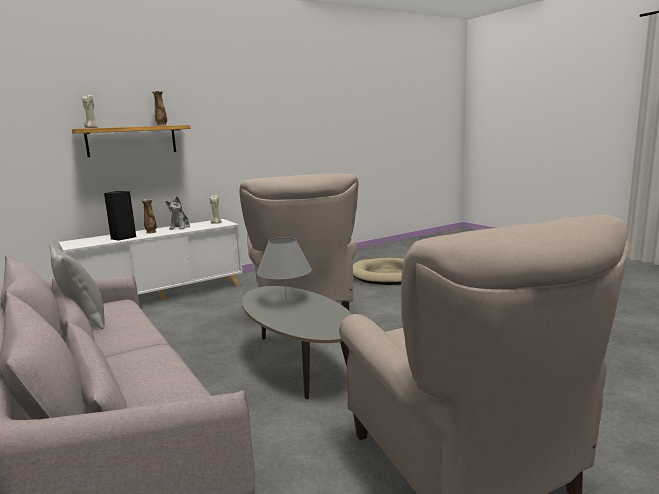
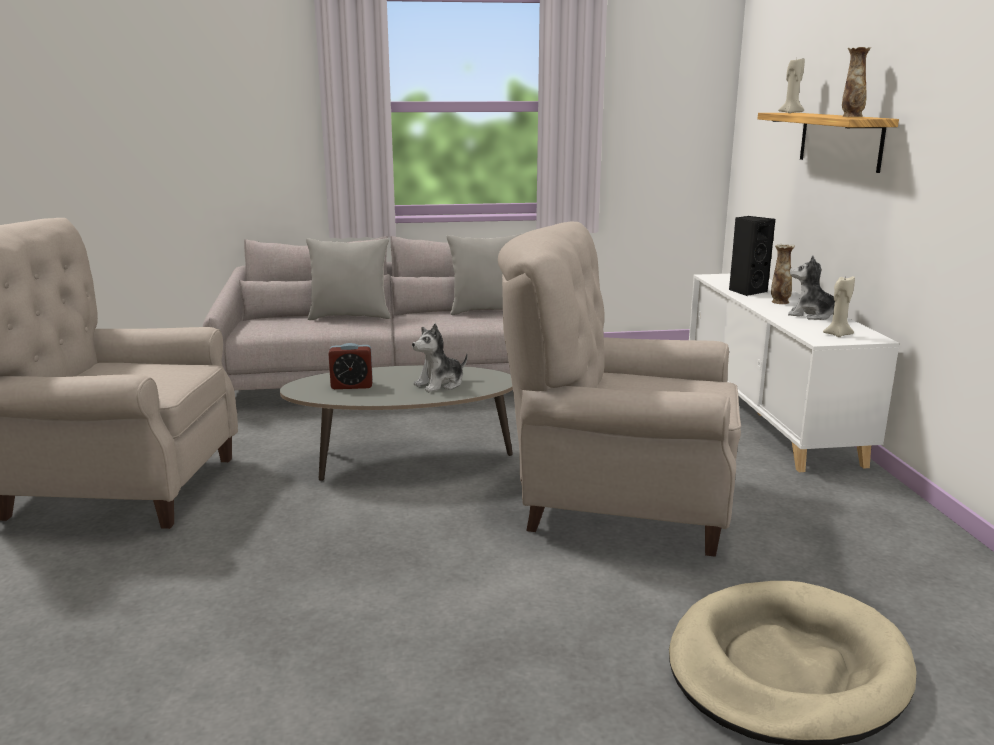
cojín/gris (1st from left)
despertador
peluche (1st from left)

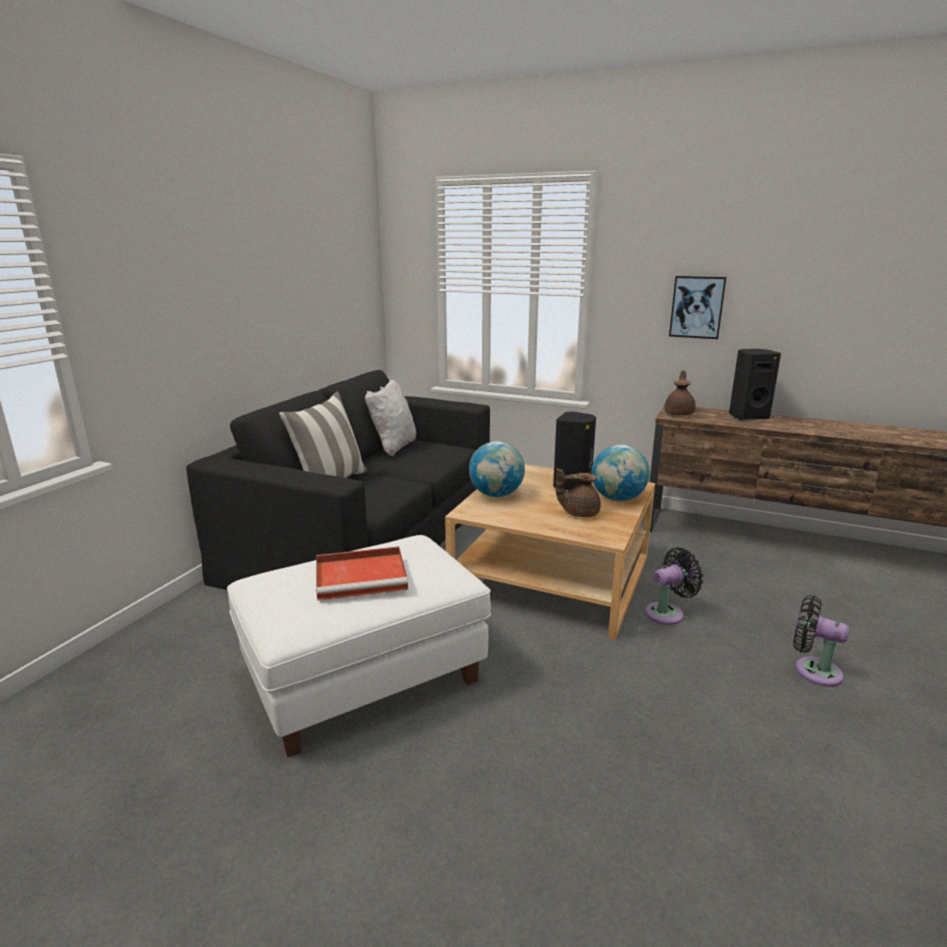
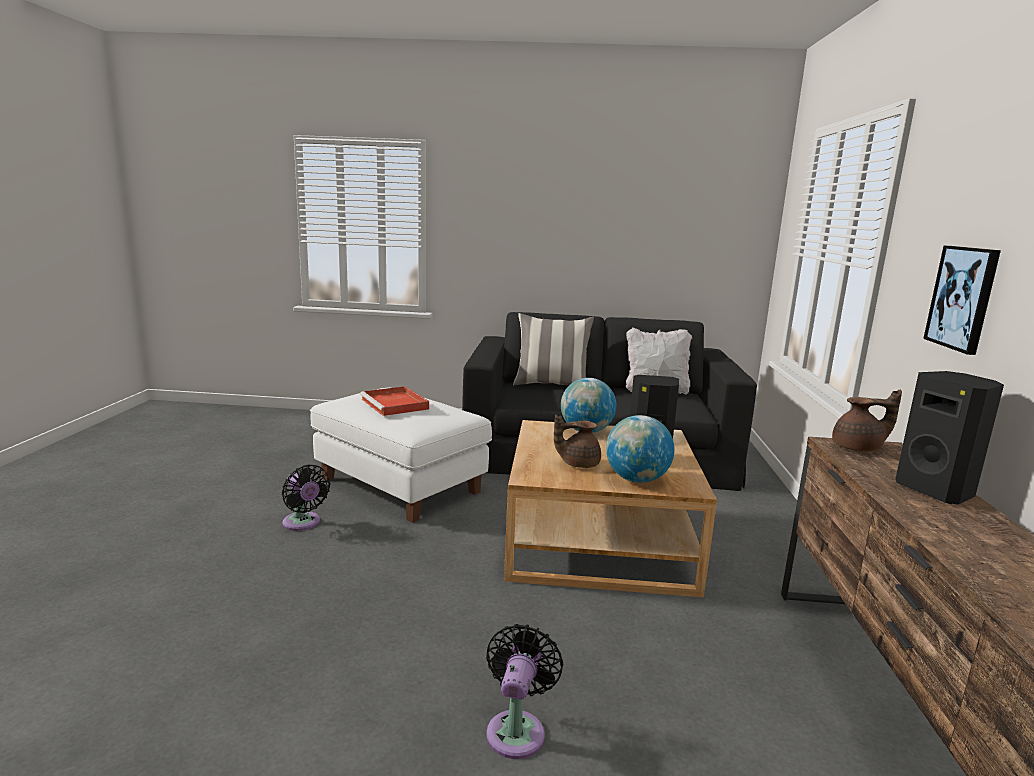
ventilador/negro (1st from left)
tetera/marrón (1st from left)

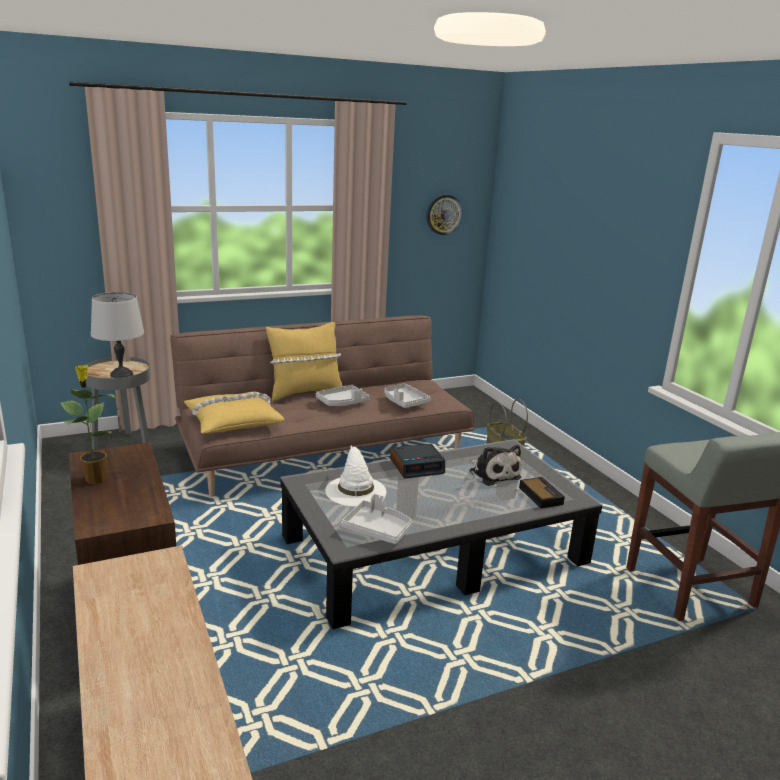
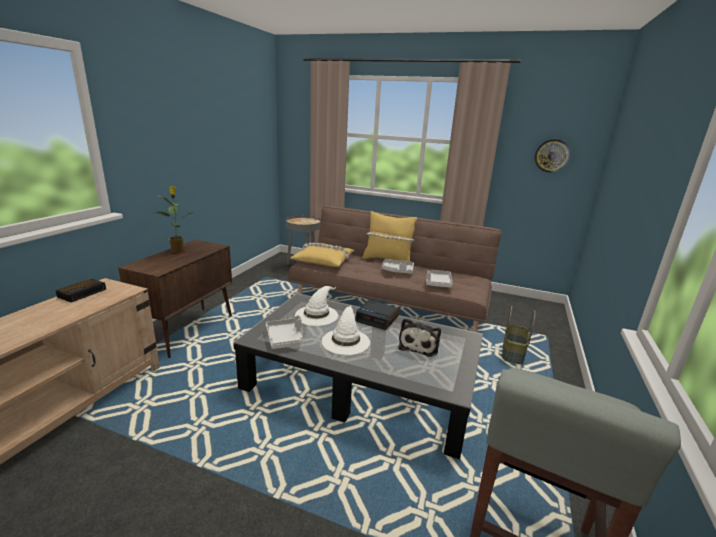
despertador (1st from left)
sombrero/blanco (2nd from left)
lámpara de mesa/gris

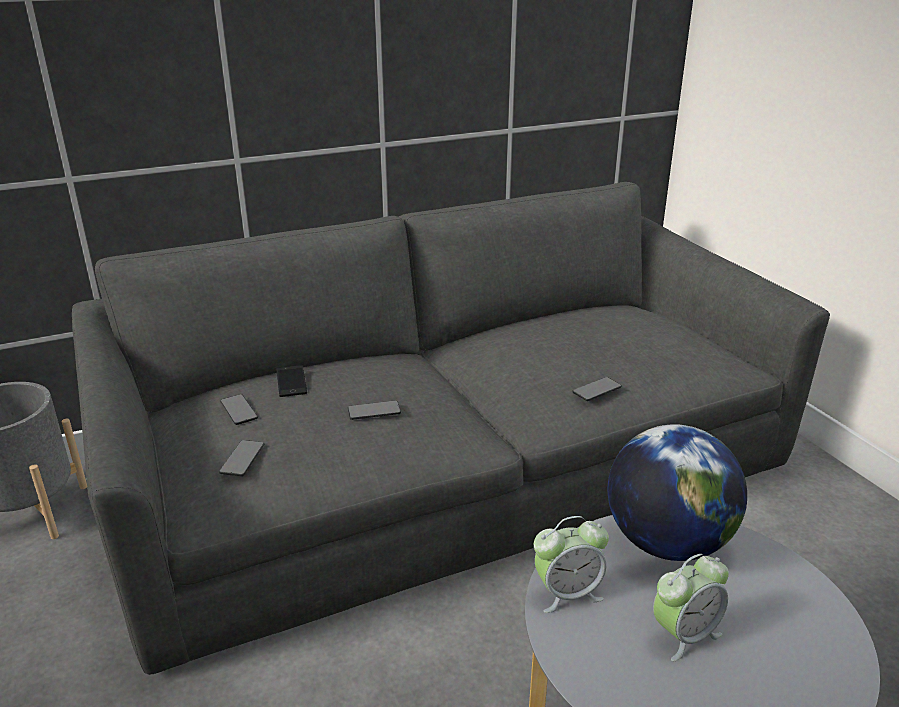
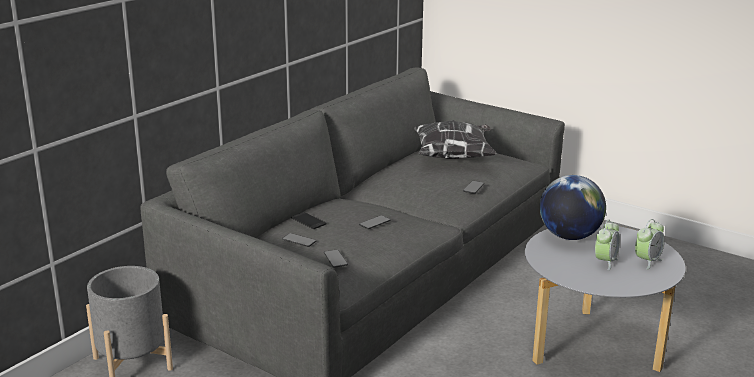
cojín
despertador (2nd from left)

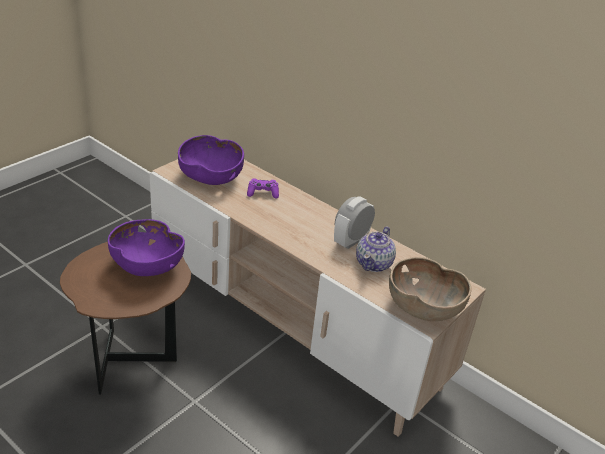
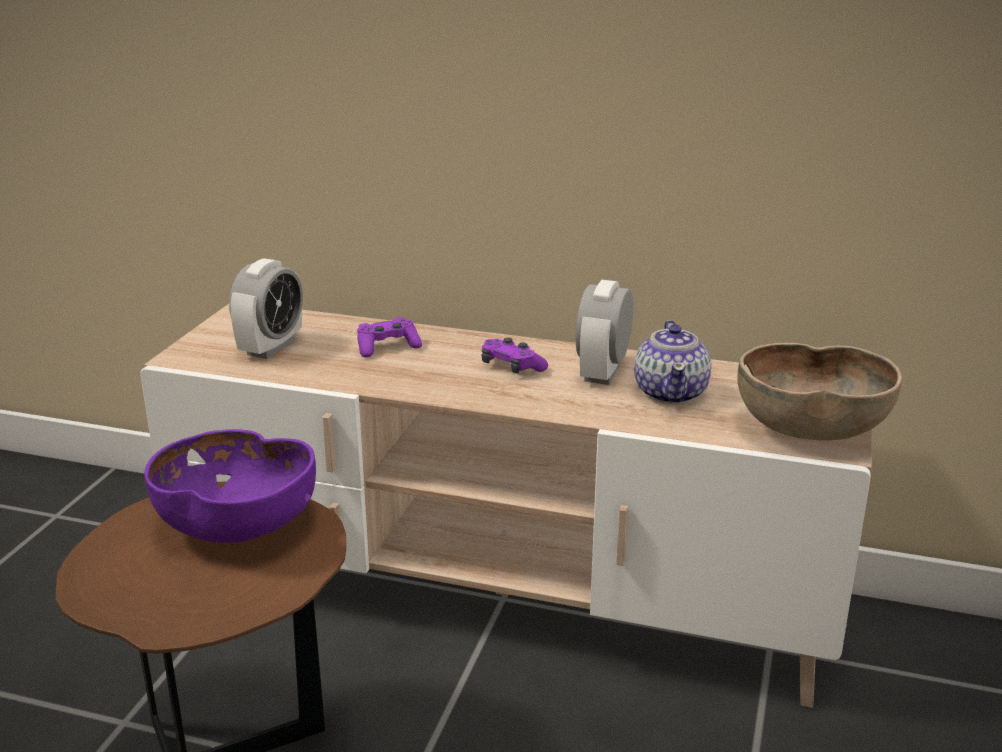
despertador (1st from left)
mando de consola/morado (2nd from left)

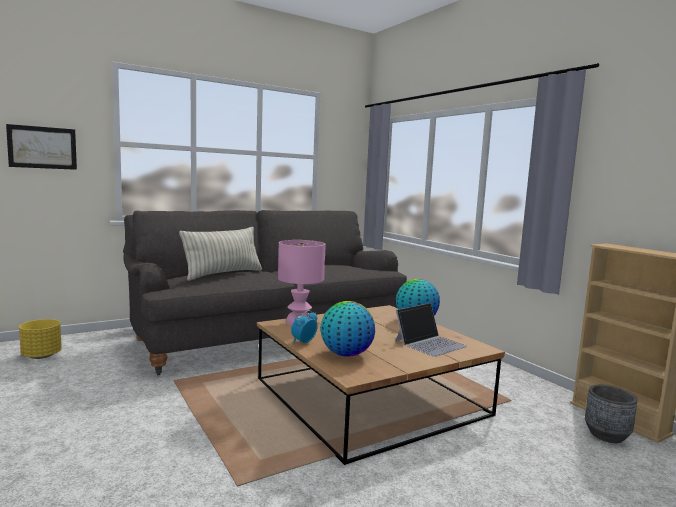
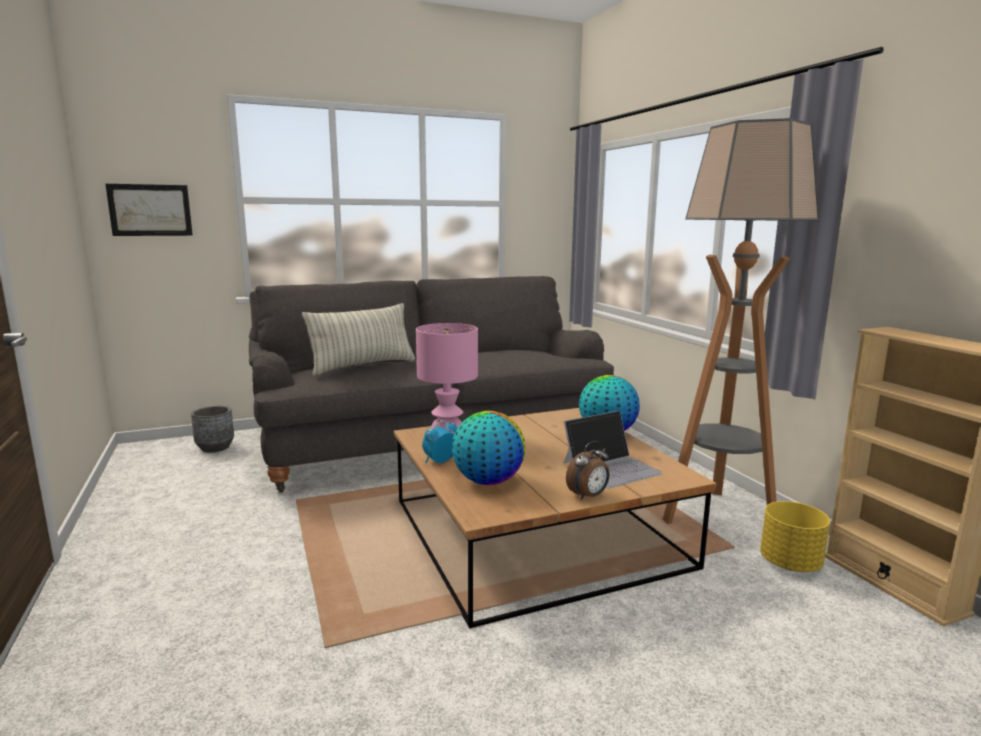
maceta/gris
despertador (2nd from left)
lámpara de pie
maceta/amarillo

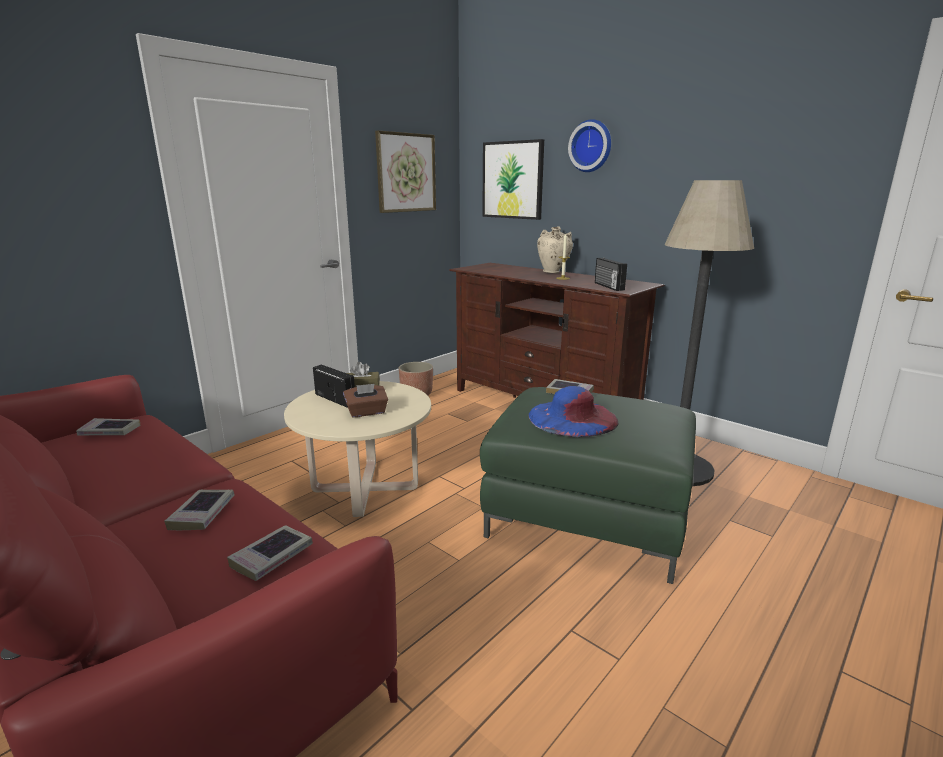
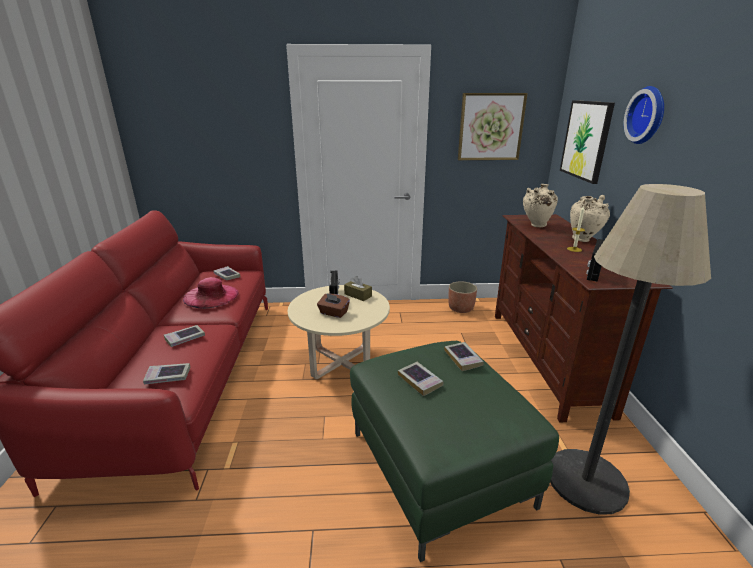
sombrero/rosa
libro (4th from left)
florero/beis (1st from left)

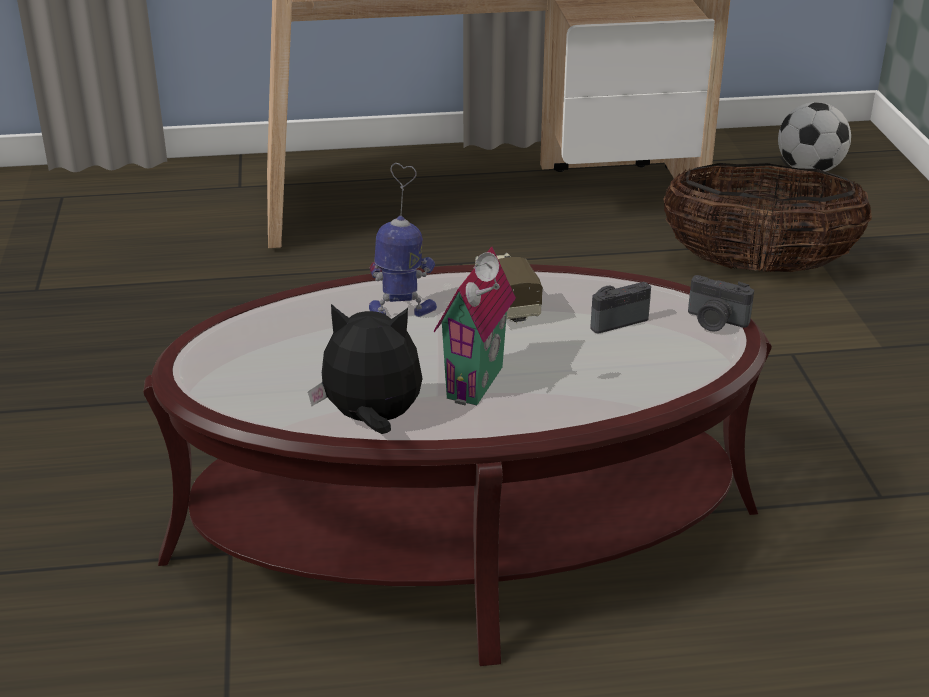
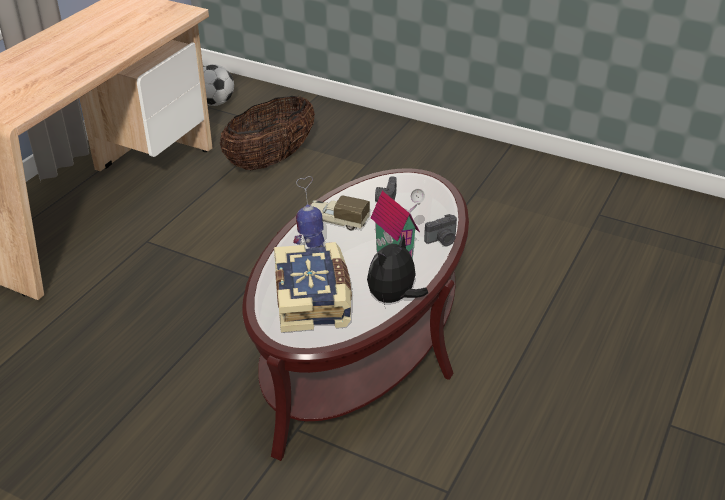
libro
cámara (2nd from left)

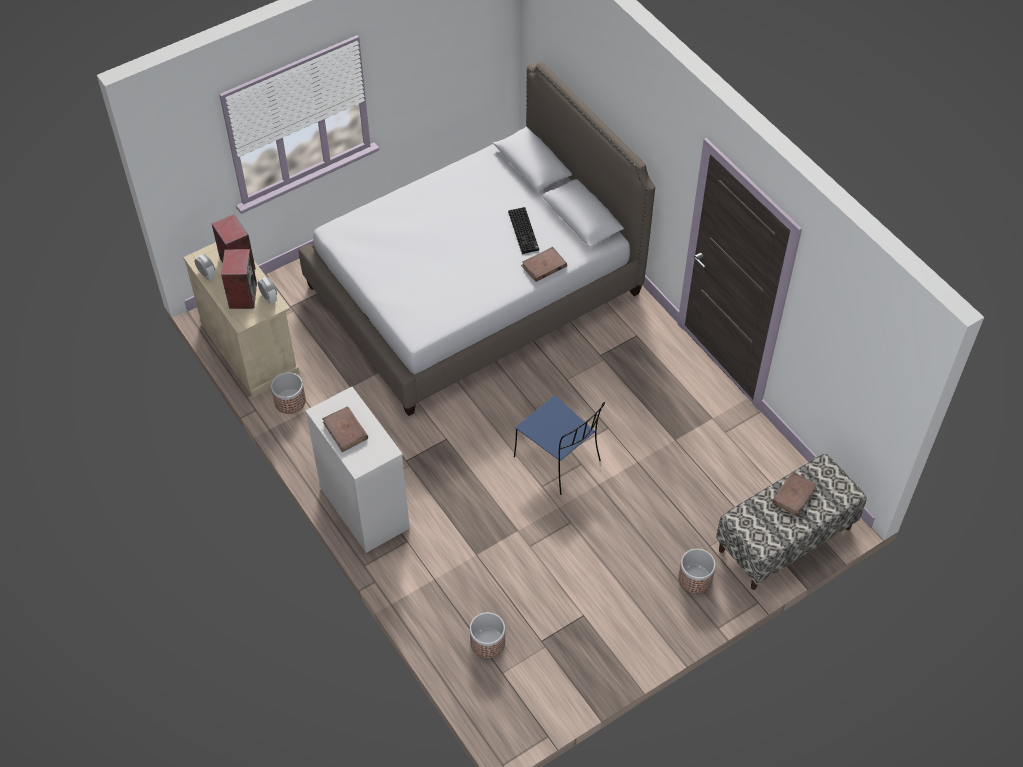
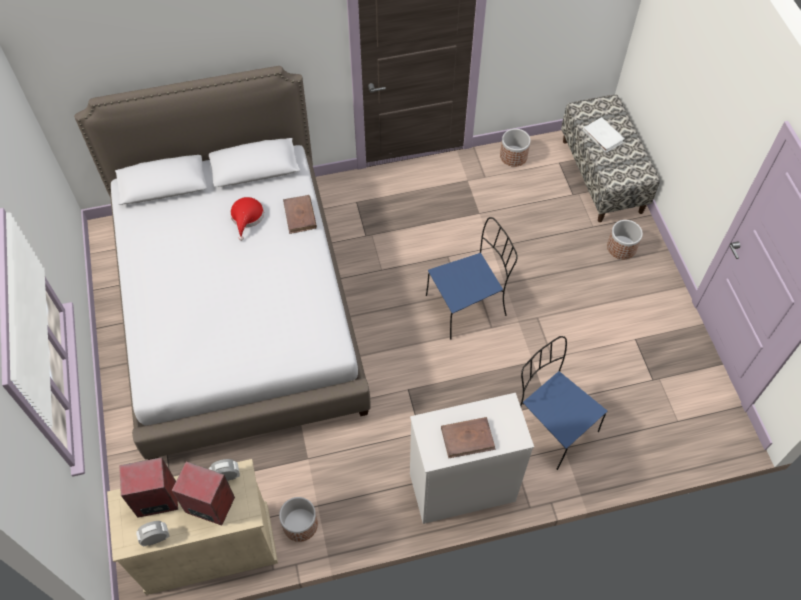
sombrero/rojo
maceta (2nd from left)
silla/azul (2nd from left)
libro/blanco

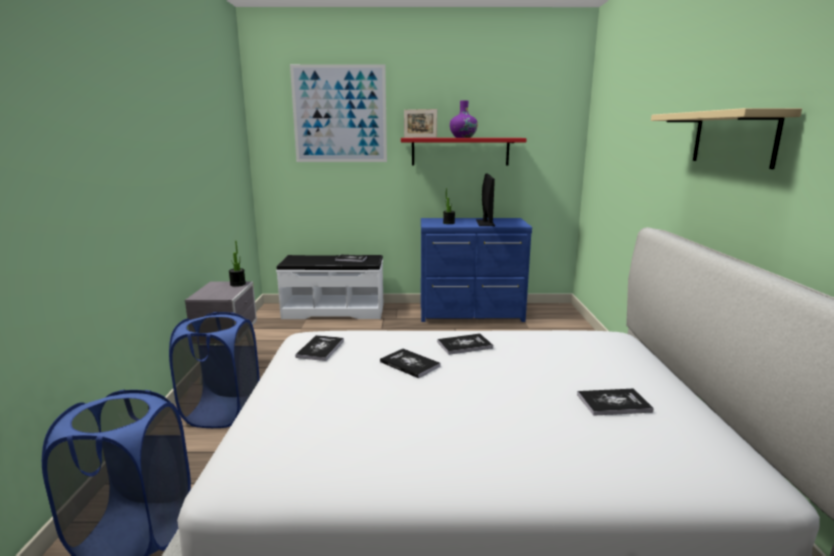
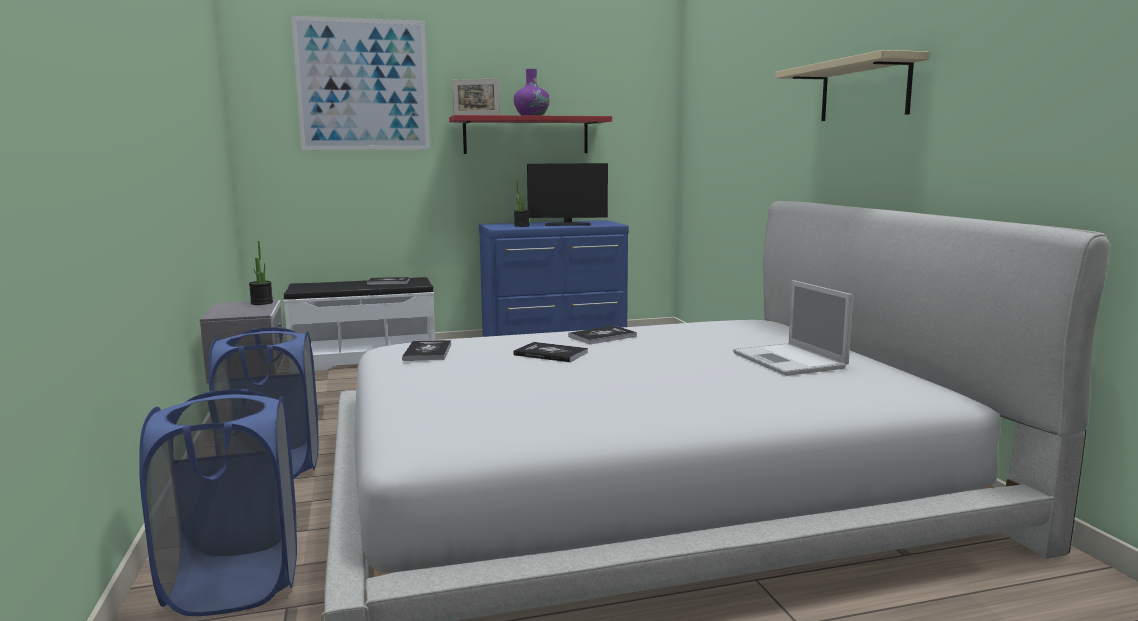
monitor
portátil

